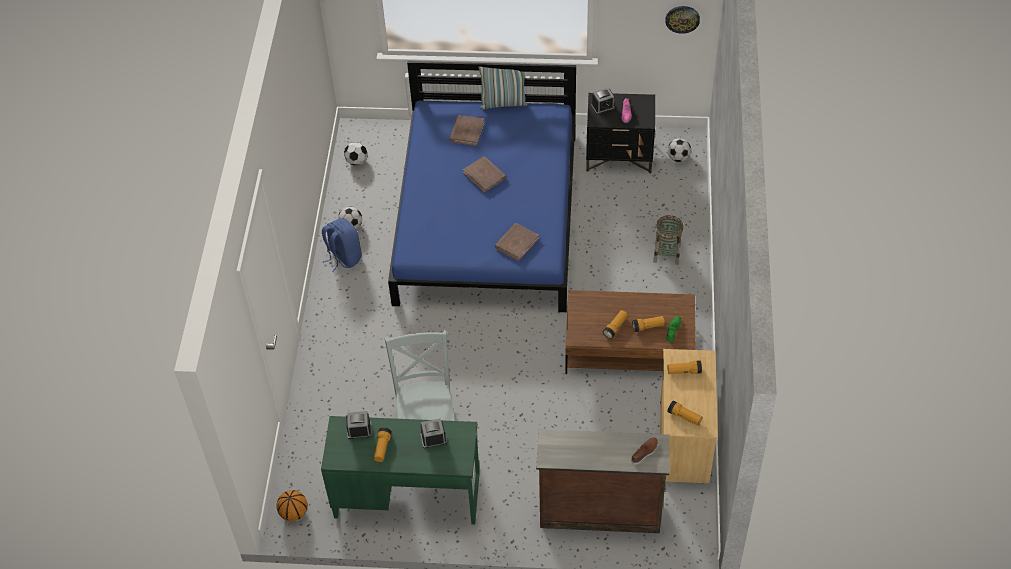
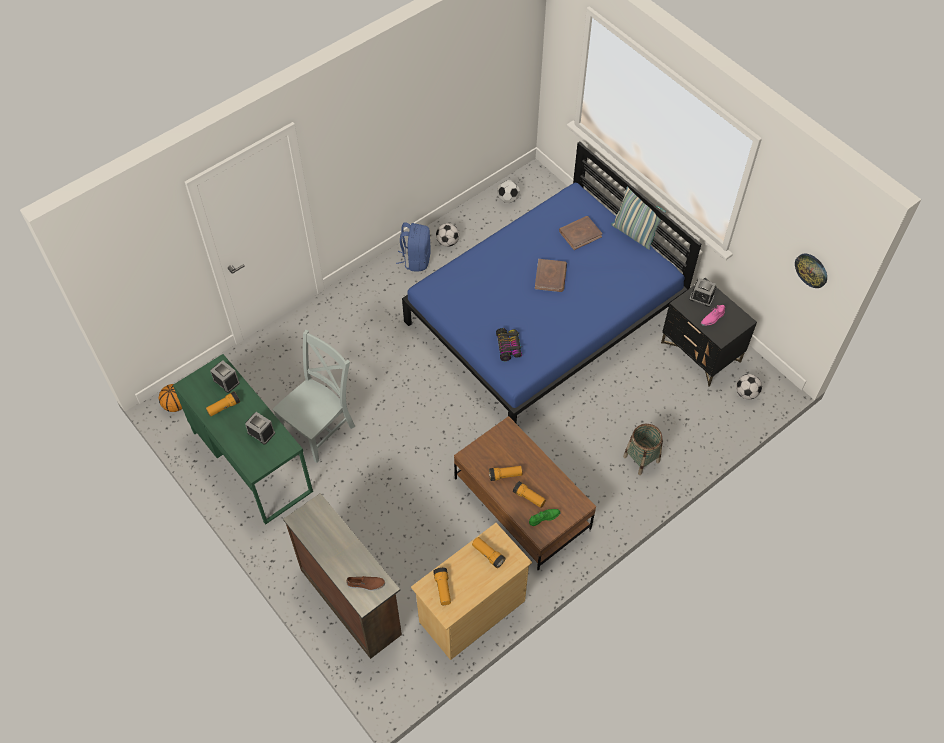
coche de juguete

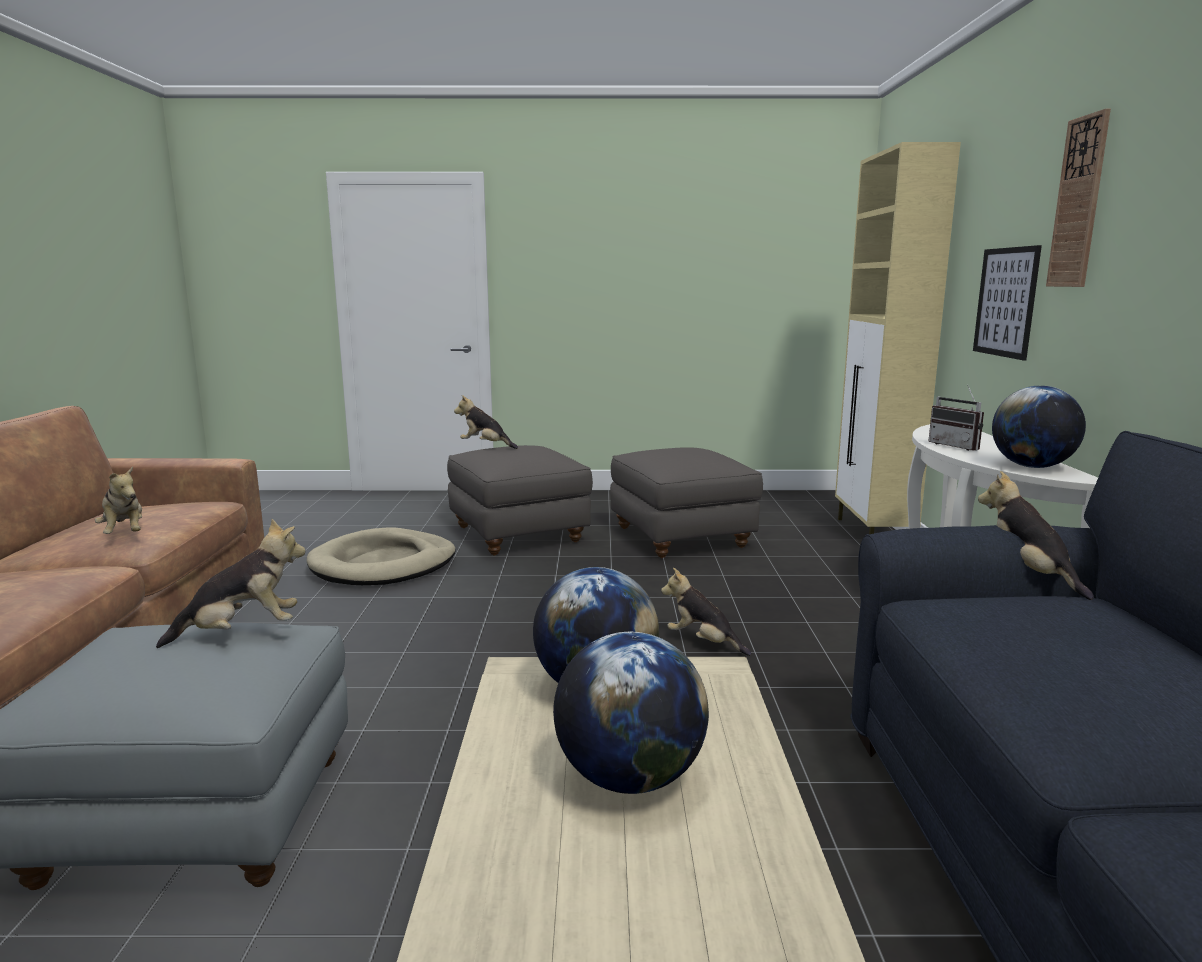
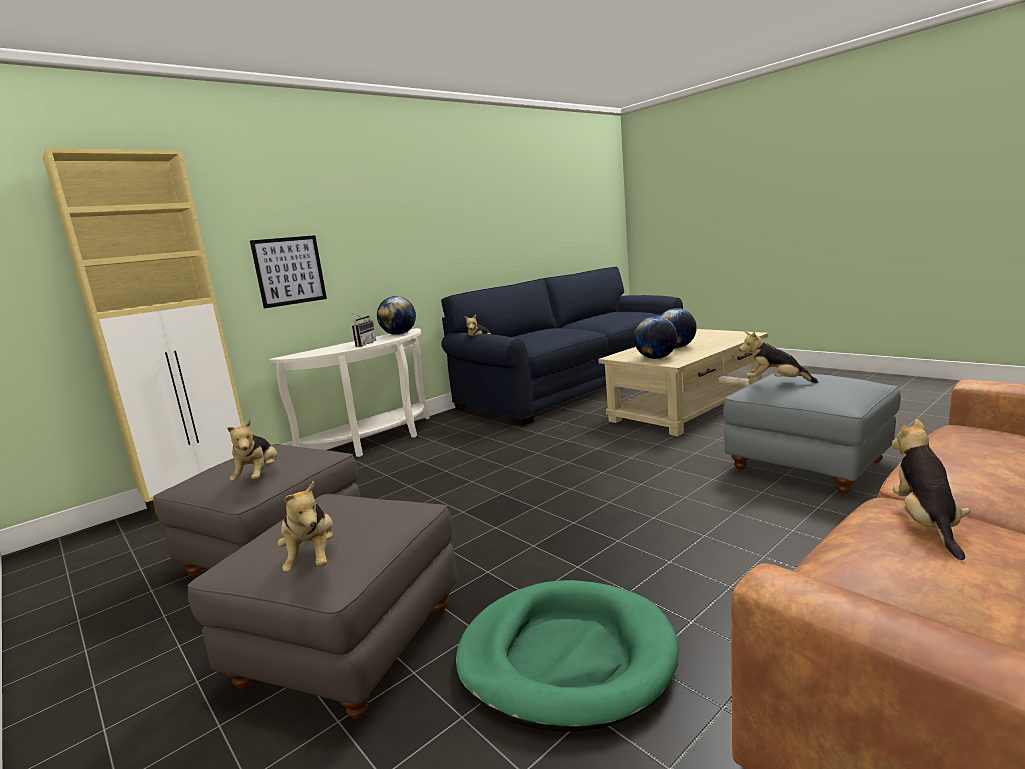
peluche (1st from left)
cama para perro/verde
reloj de pared

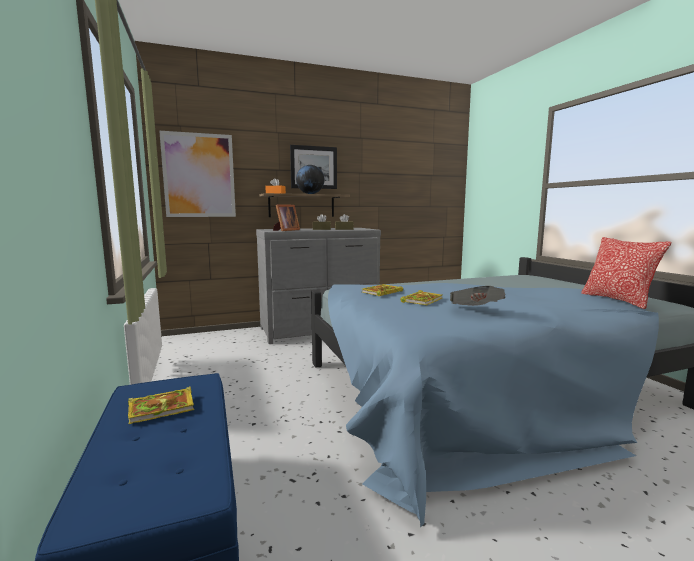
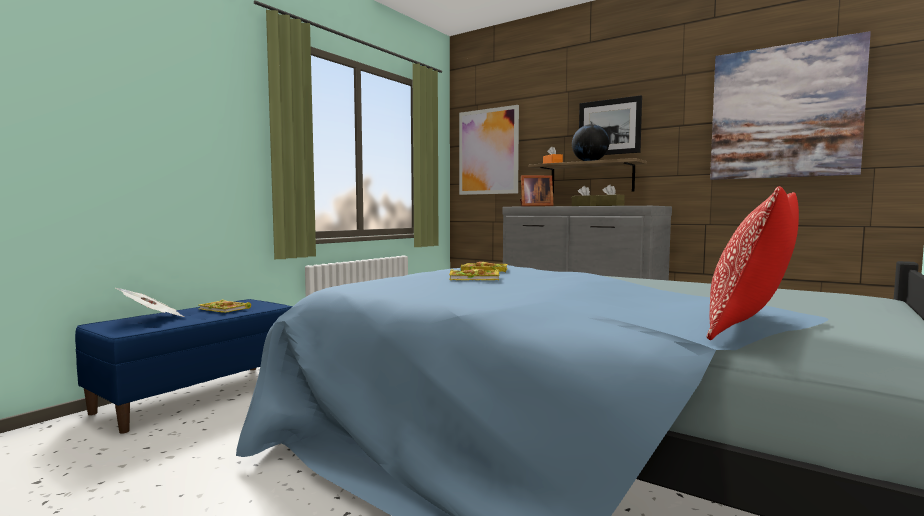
periódico
cuadro (3rd from left)

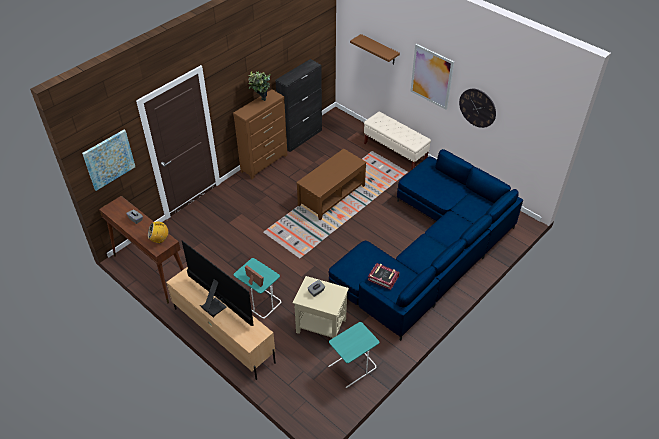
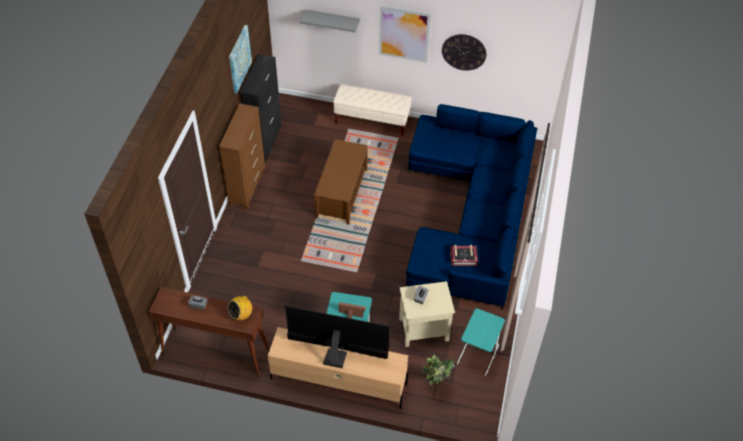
cuadro (1st from left)
estante/gris
planta en maceta

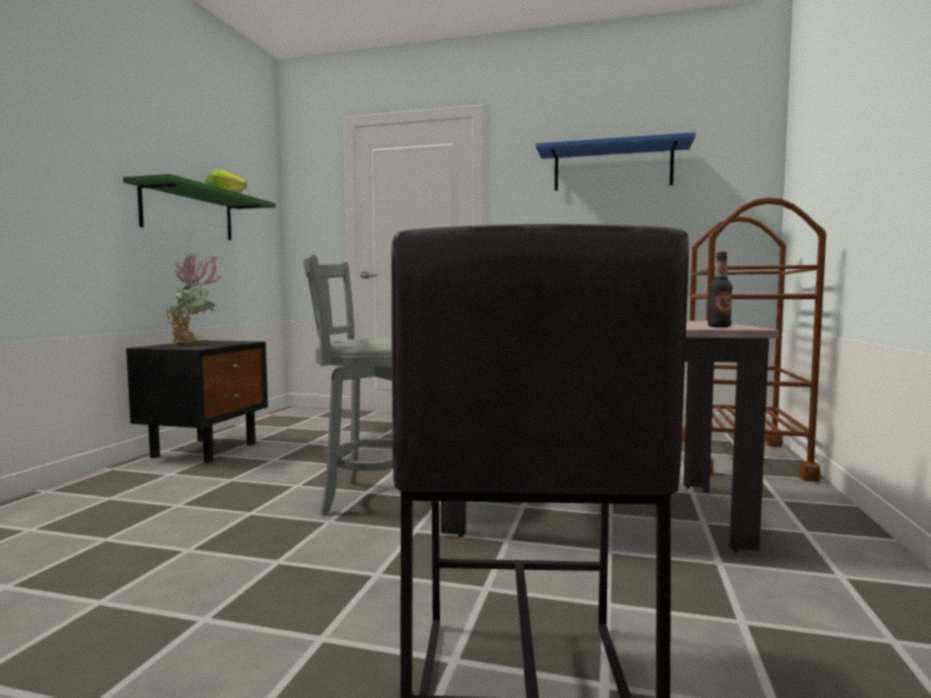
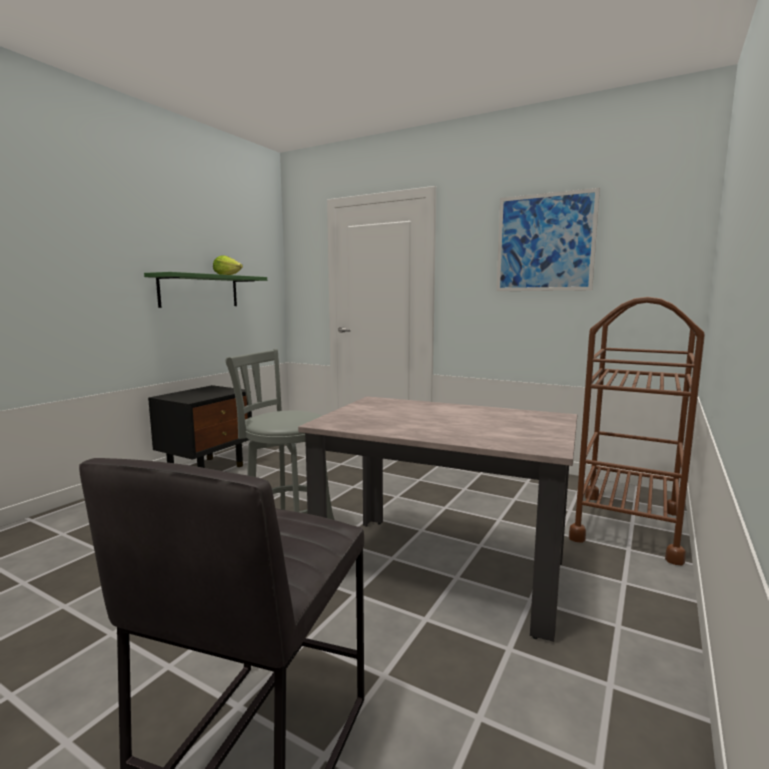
cuadro
planta en maceta
botella

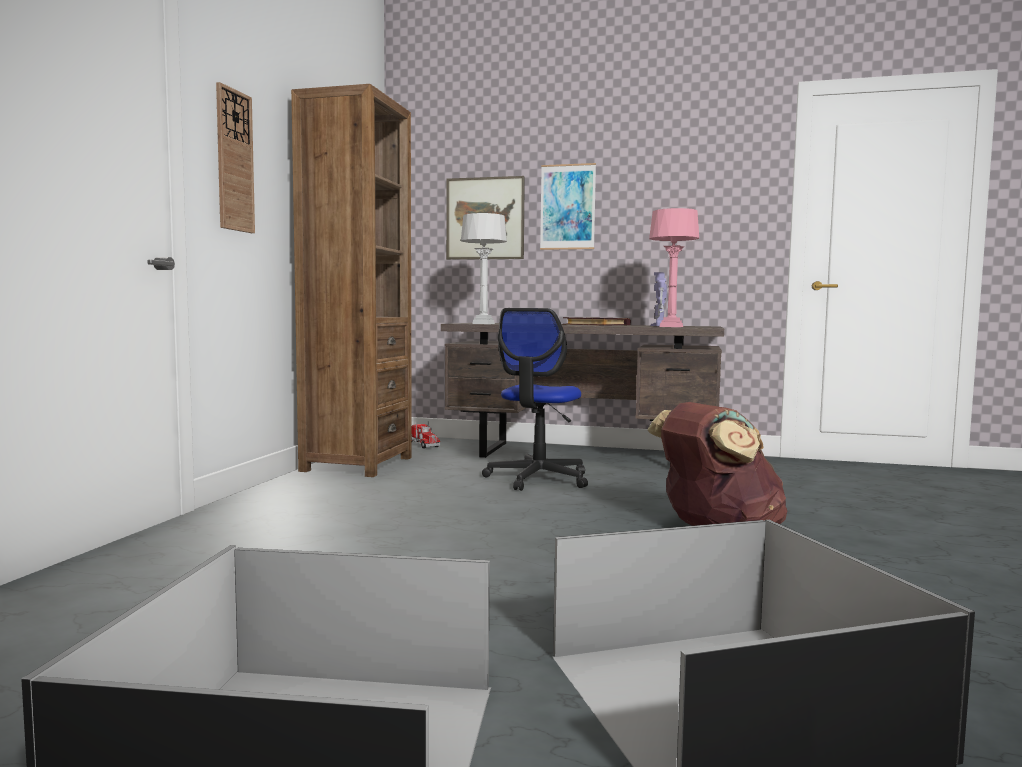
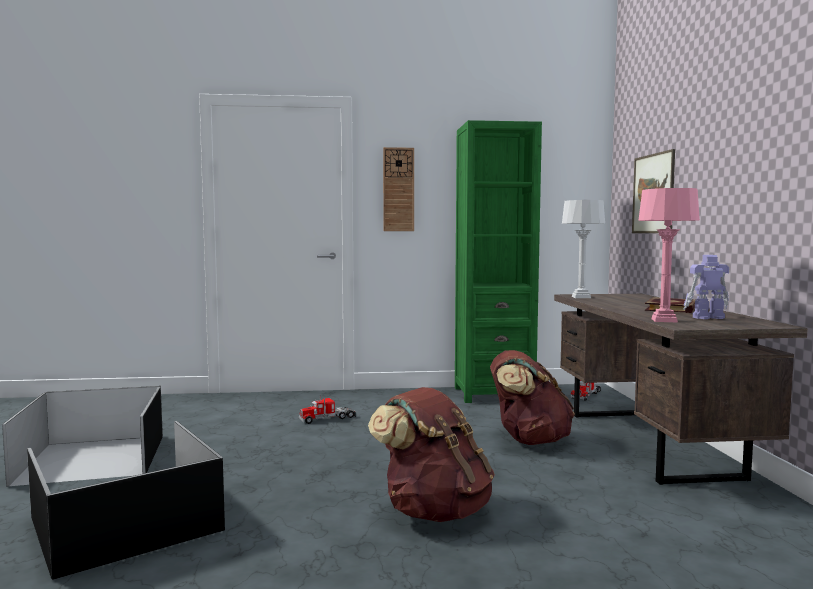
camión de juguete (1st from left)
estantería/verde
mochila/marrón (2nd from left)
cuadro (2nd from left in the first image)

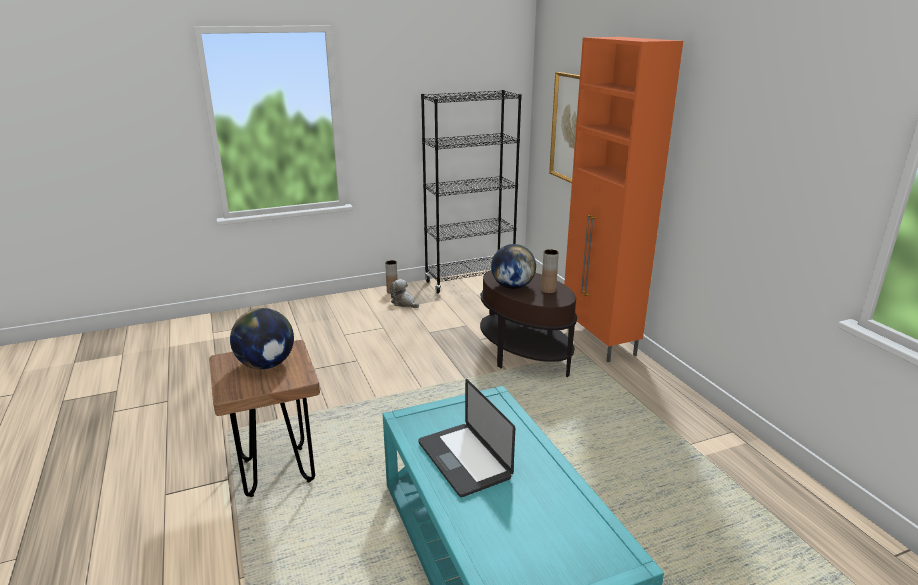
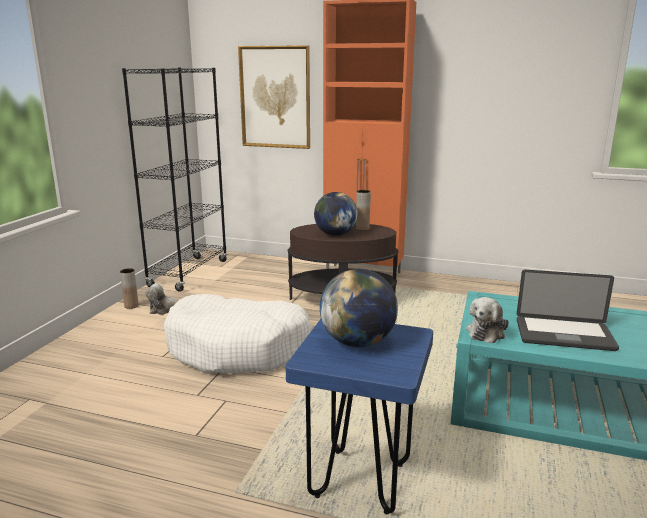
cama para perro/blanco
taburete/azul
peluche (2nd from left)

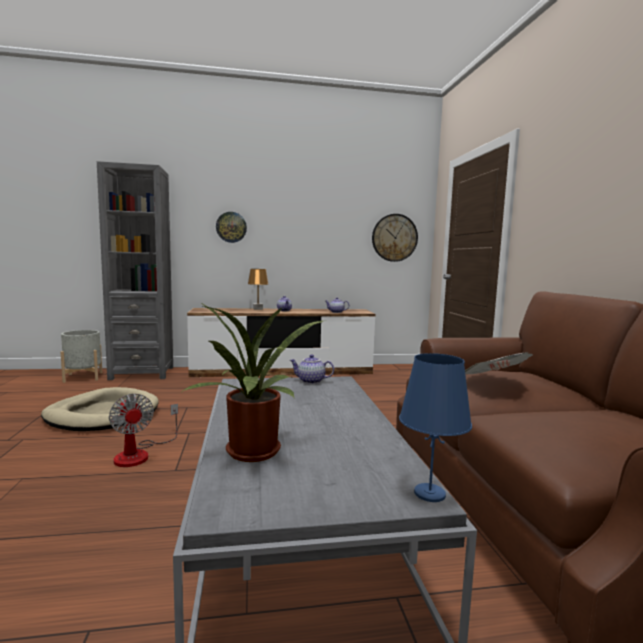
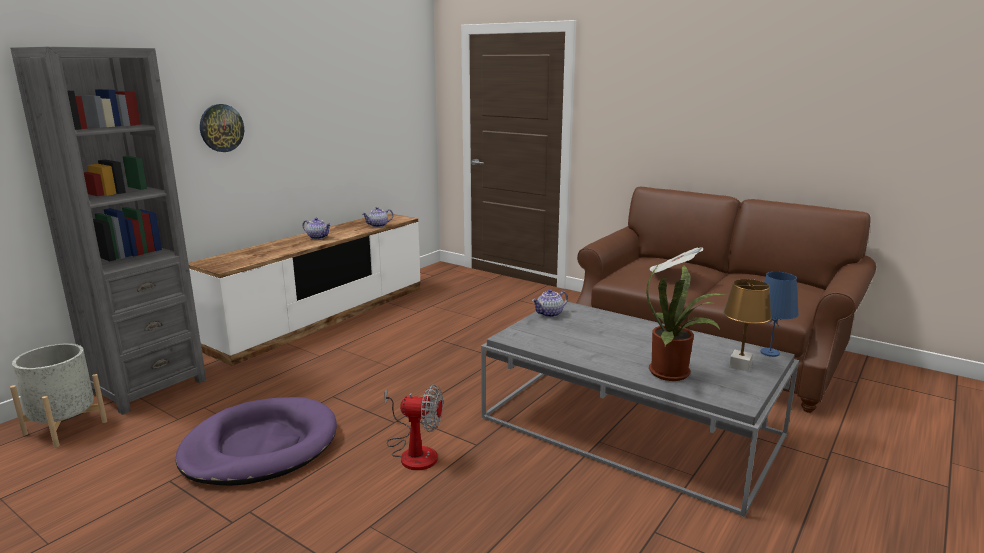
cama para perro/morado
lámpara de mesa/marrón
reloj de pared (2nd from left in the first image)

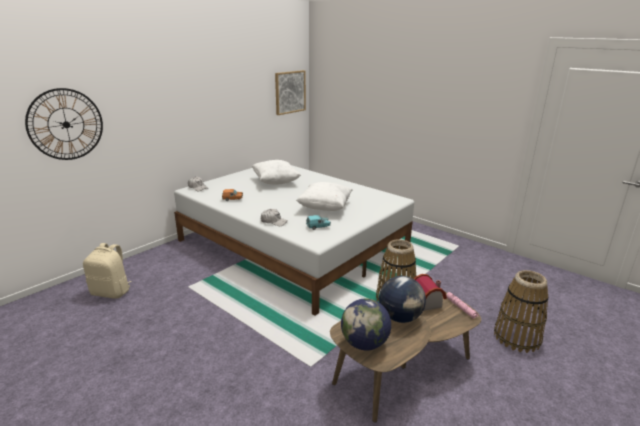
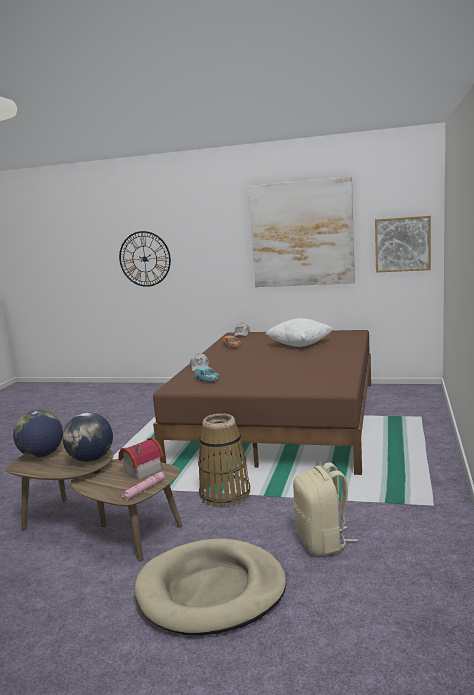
cama para perro/beis
cama/marrón
cuadro (1st from left)
mochila/beis
cojín/blanco (2nd from left in the first image)

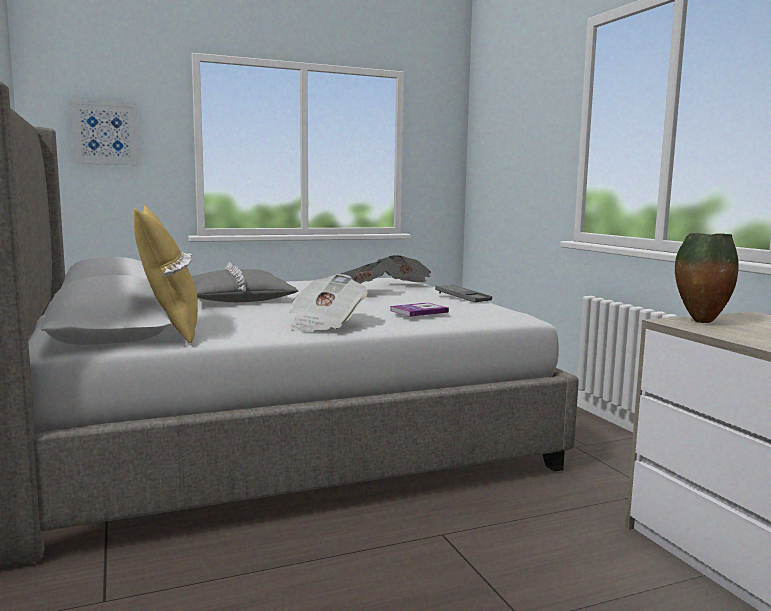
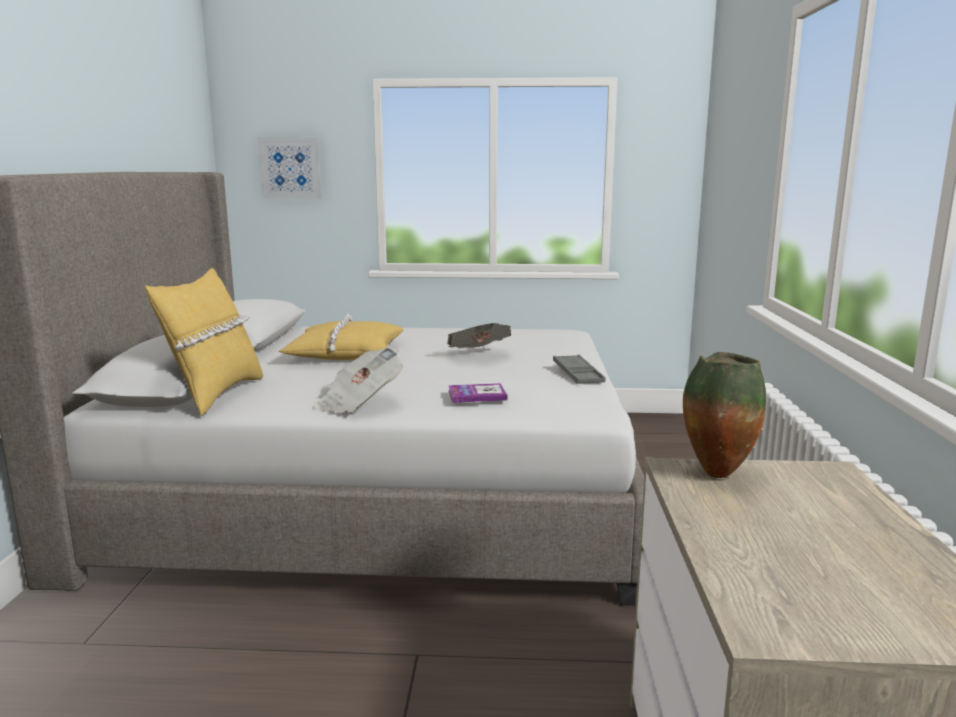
cojín/amarillo (2nd from left)
periódico (3rd from left in the first image)

